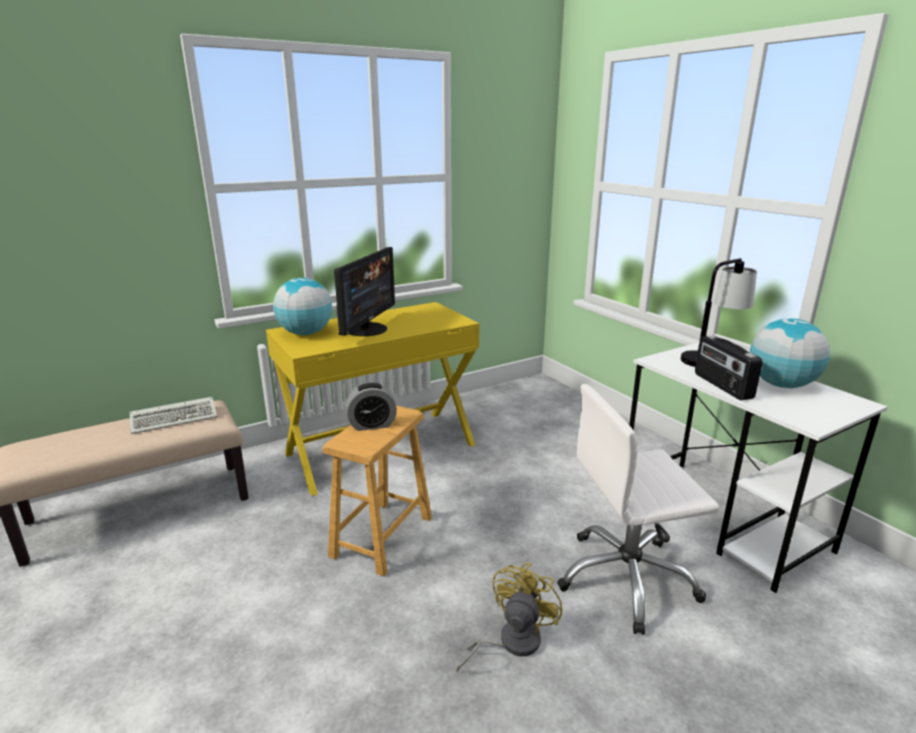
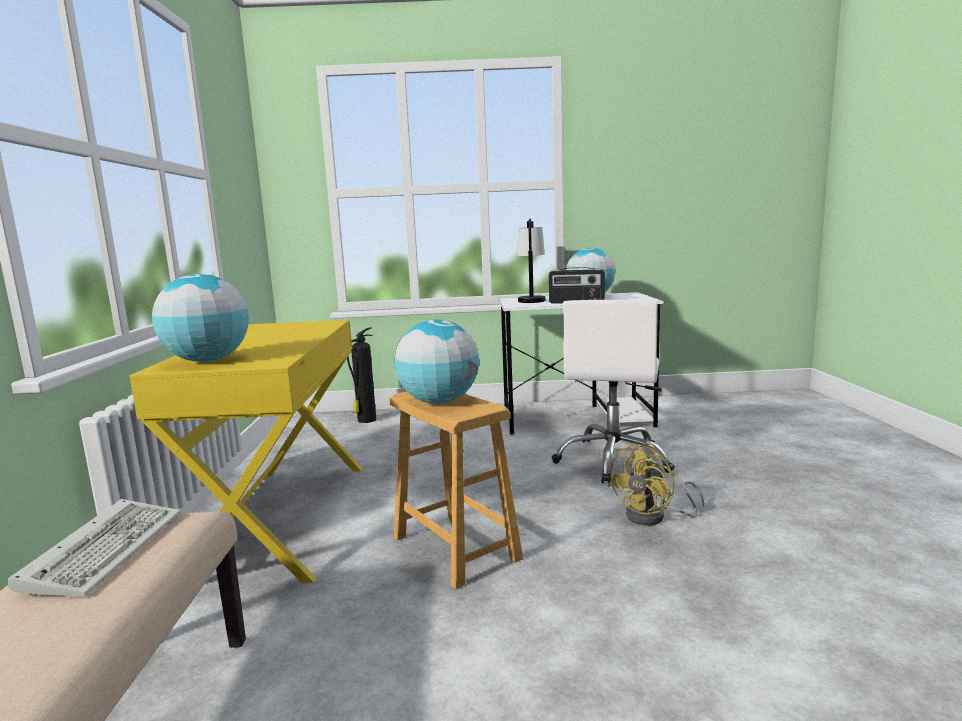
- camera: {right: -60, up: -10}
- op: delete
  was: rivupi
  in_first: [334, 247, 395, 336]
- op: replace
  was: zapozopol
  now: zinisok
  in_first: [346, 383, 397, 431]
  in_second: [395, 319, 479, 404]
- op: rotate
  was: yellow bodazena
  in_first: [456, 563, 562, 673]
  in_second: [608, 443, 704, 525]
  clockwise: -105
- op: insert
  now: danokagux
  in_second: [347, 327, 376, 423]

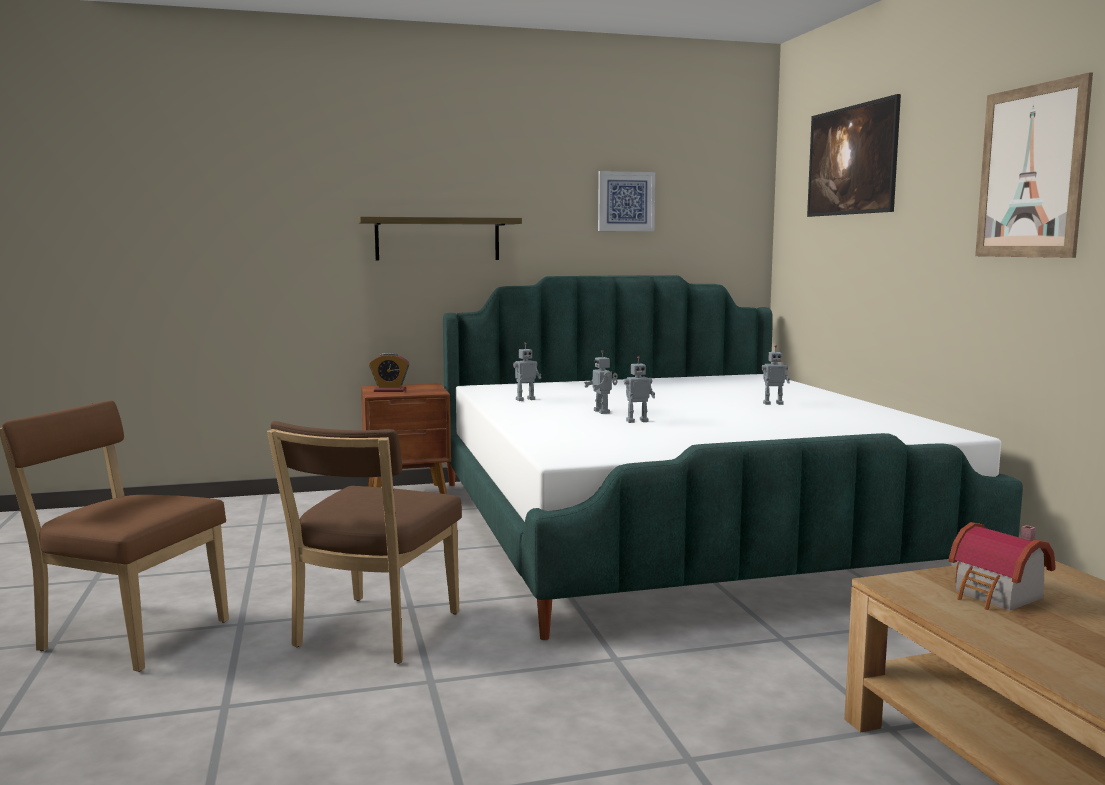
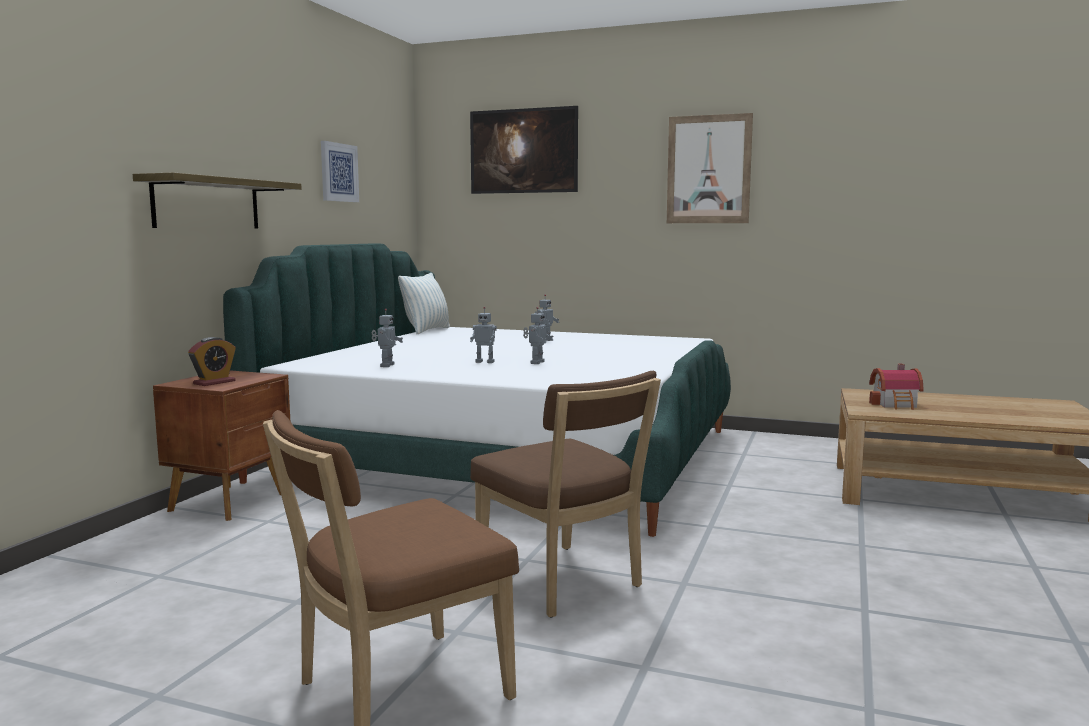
- camera: {right: -55, up: 0}
- op: insert
  now: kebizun
  in_second: [398, 273, 450, 334]

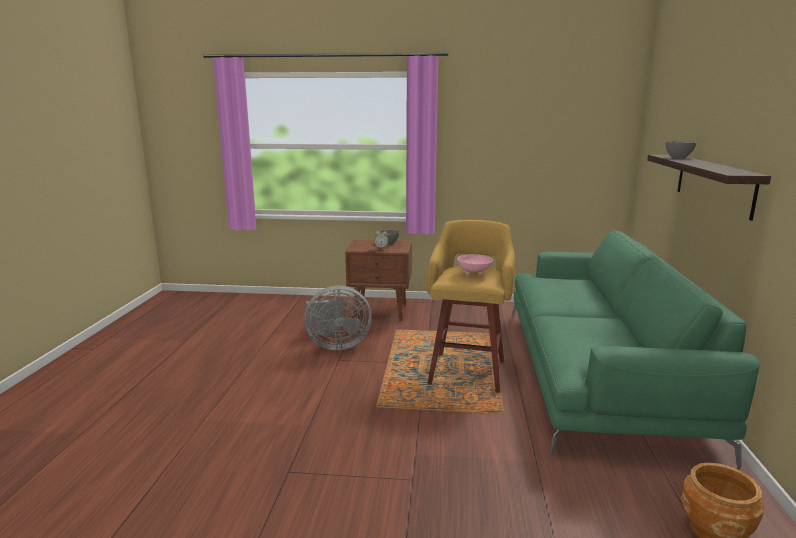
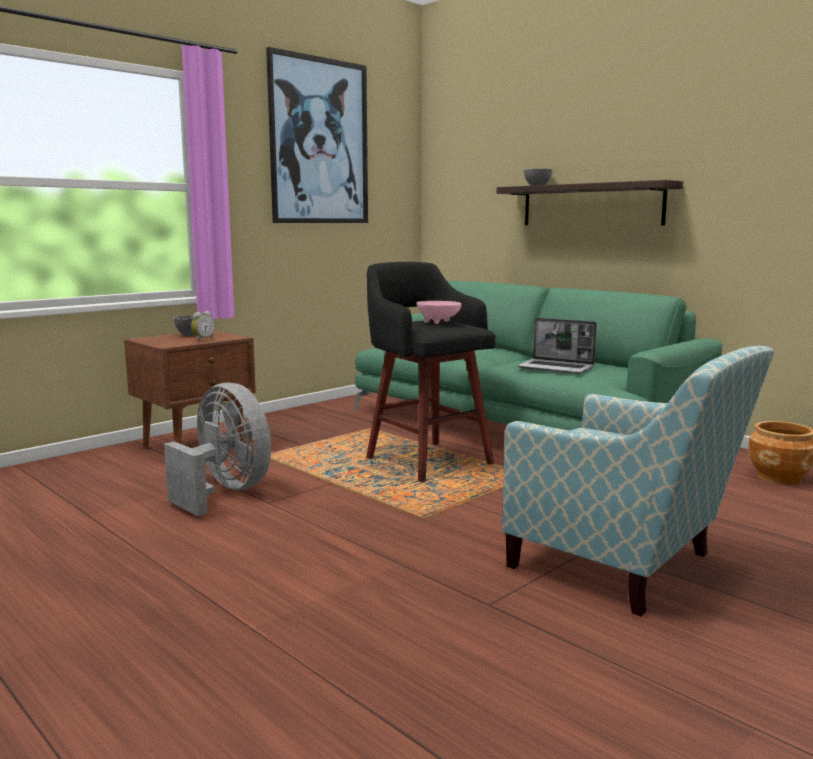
- camera: {right: -50, up: -5}
- op: rotate
  was: grey bodazena
  in_first: [304, 286, 372, 350]
  in_second: [164, 383, 271, 516]
  clockwise: -75
- op: recolor
  was: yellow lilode
  now: black lilode
  in_first: [427, 220, 515, 393]
  in_second: [366, 262, 495, 482]
- op: insert
  now: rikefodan
  in_second: [266, 47, 368, 223]
- op: insert
  now: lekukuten
  in_second: [502, 346, 774, 616]
- op: insert
  now: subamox
  in_second: [517, 318, 597, 374]

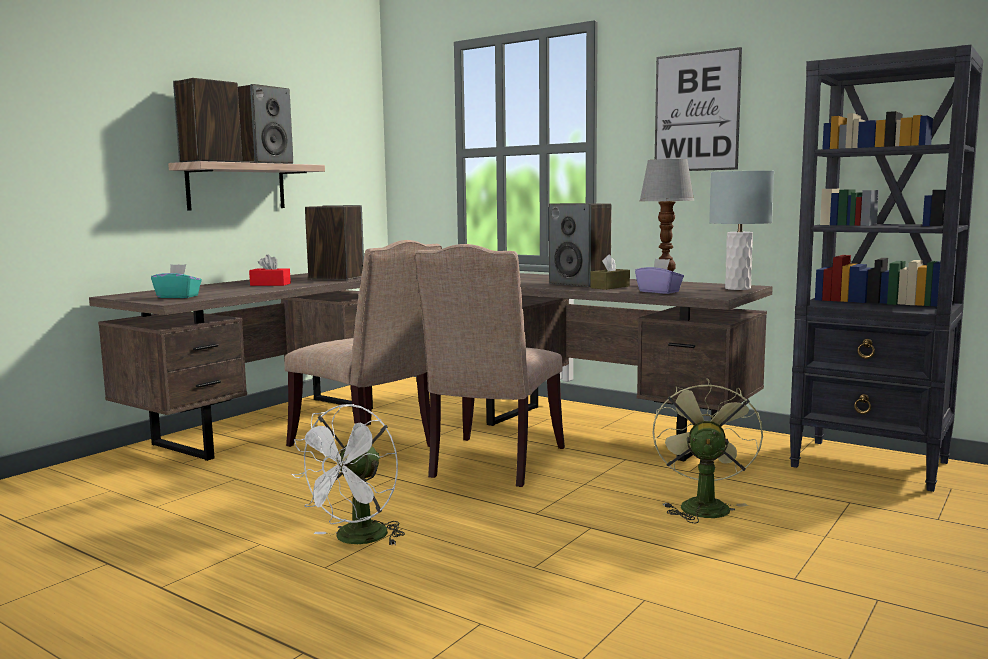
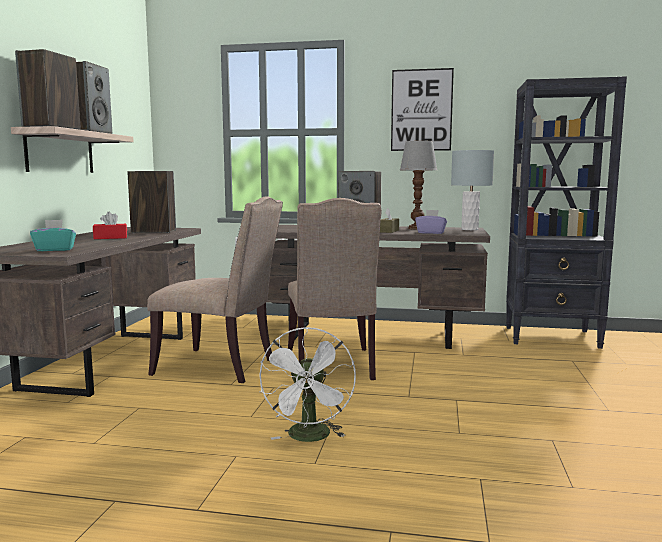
- camera: {right: -25, up: 0}
- op: delete
  was: green bodazena
  in_first: [652, 378, 763, 523]

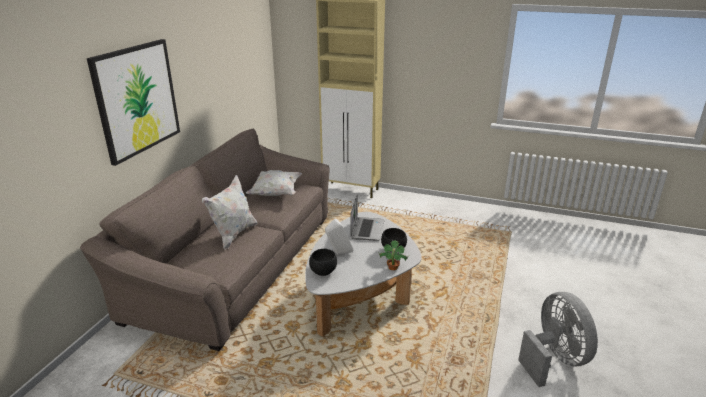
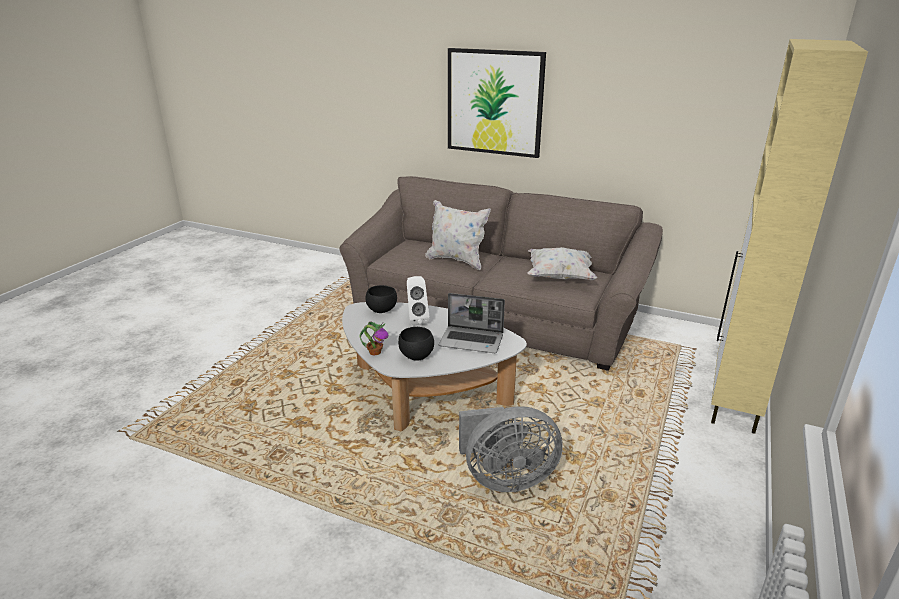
- camera: {right: 95, up: 0}
- op: move
  was: grey bodazena
  in_first: [518, 292, 598, 387]
  in_second: [459, 406, 563, 492]

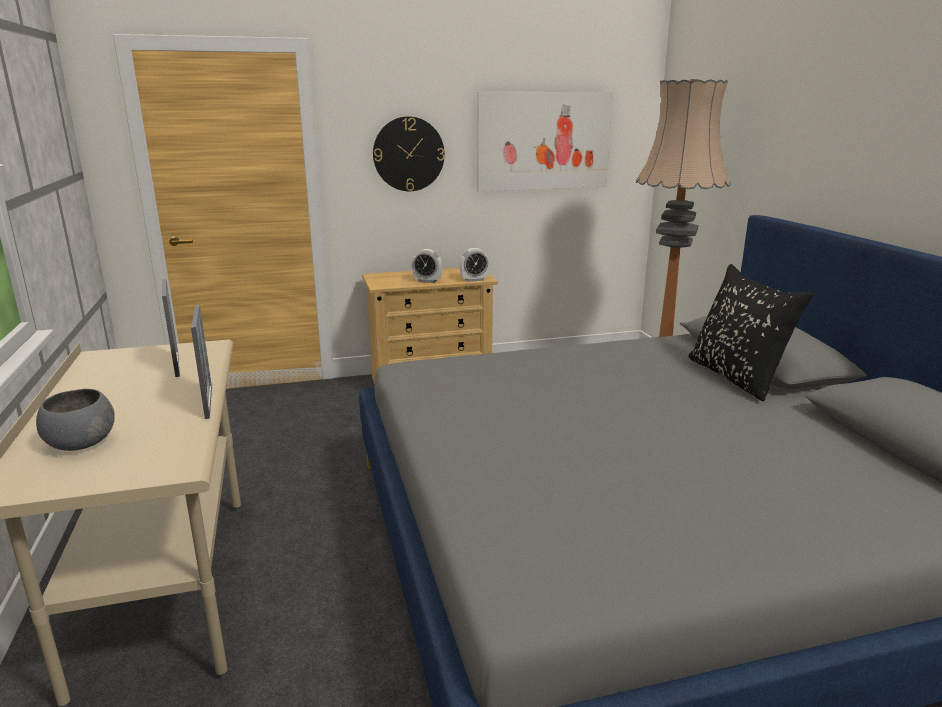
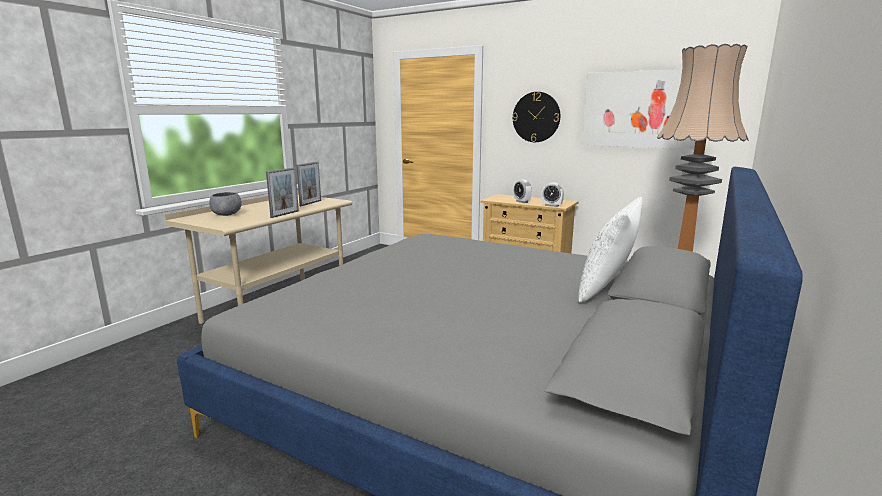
- camera: {right: 45, up: -5}
- op: recolor
  was: black kebizun
  now: white kebizun
  in_first: [688, 264, 814, 401]
  in_second: [578, 197, 643, 303]

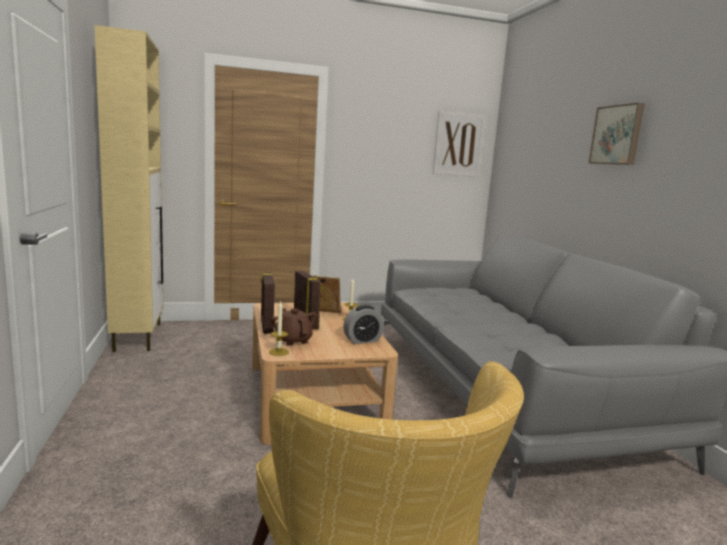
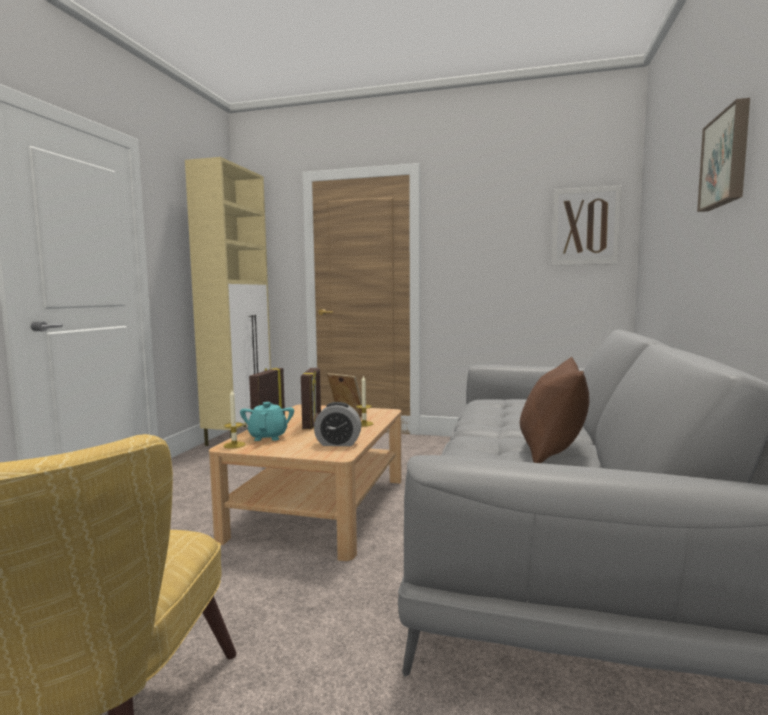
- camera: {right: 30, up: -5}
- op: recolor
  was: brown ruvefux
  now: turquoise ruvefux
  in_first: [271, 308, 317, 346]
  in_second: [240, 402, 294, 441]
- op: insert
  now: brown kebizun
  in_second: [520, 357, 590, 463]

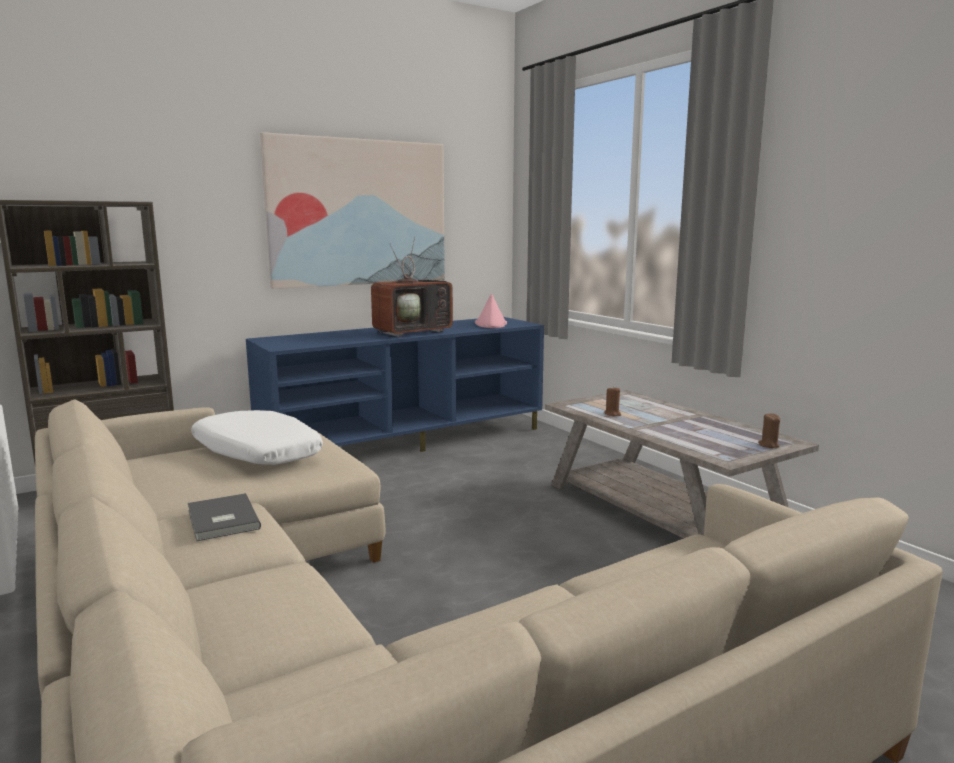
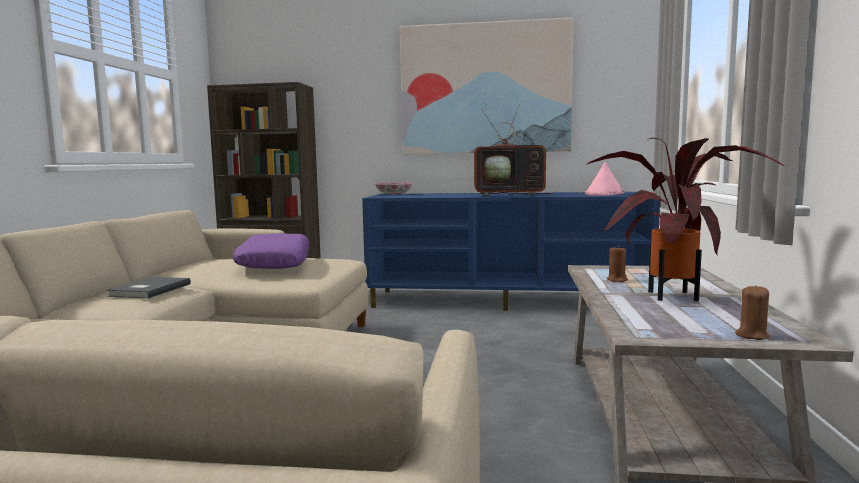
- camera: {right: 40, up: -5}
- op: recolor
  was: white kebizun
  now: purple kebizun
  in_first: [191, 410, 323, 465]
  in_second: [233, 234, 309, 269]
- op: insert
  now: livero
  in_second: [374, 183, 414, 195]
- op: insert
  now: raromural
  in_second: [585, 138, 784, 301]

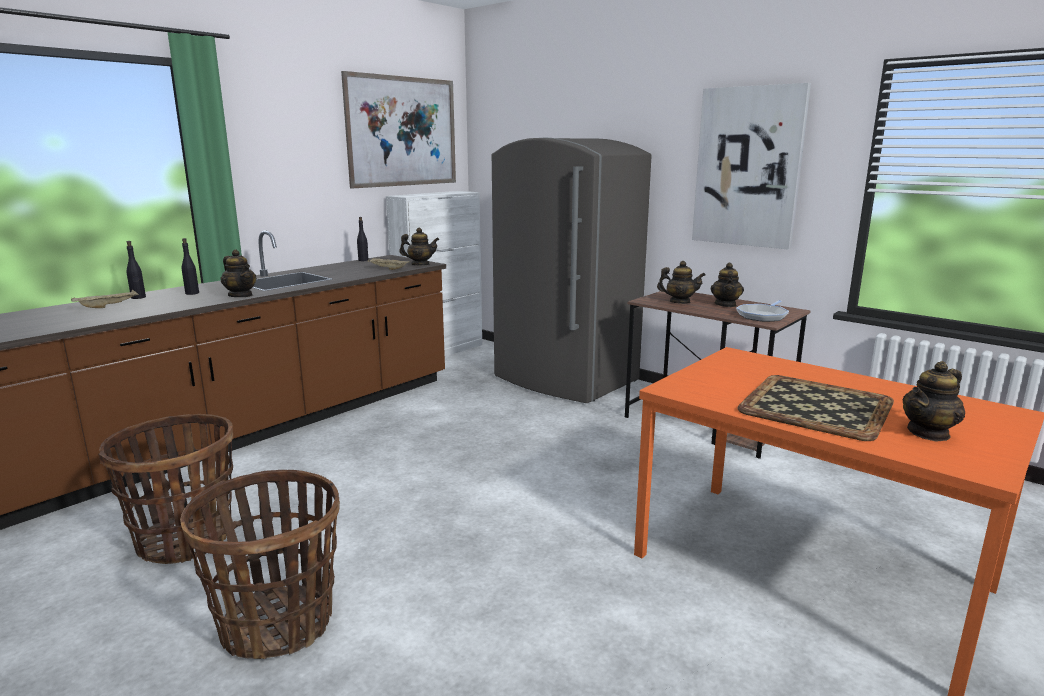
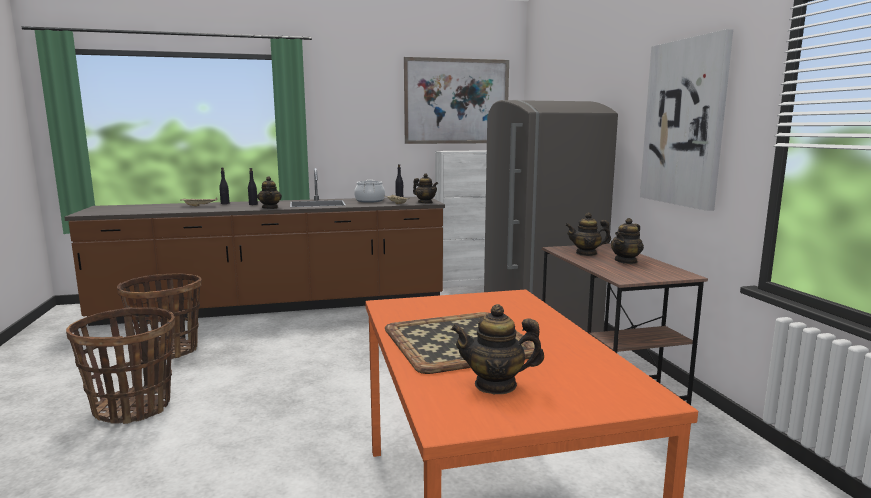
- camera: {right: 35, up: -5}
- op: rotate
  was: ruvefux
  in_first: [657, 261, 705, 304]
  in_second: [565, 213, 611, 256]
  clockwise: 135
- op: delete
  was: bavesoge
  in_first: [736, 300, 789, 322]
- op: insert
  now: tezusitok
  in_second: [354, 180, 385, 203]

